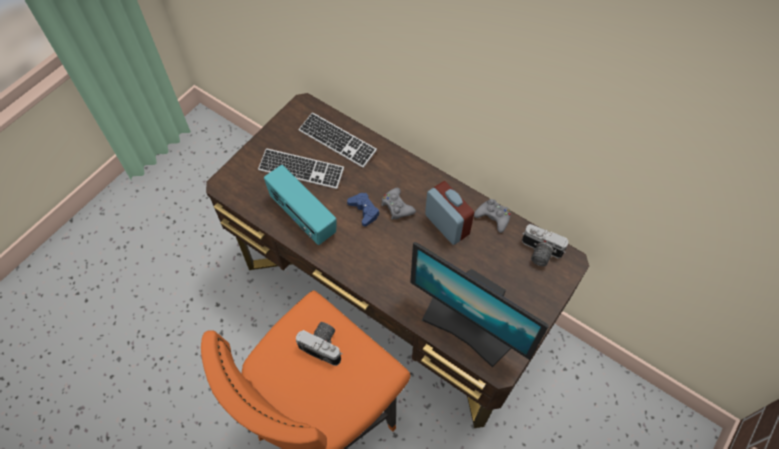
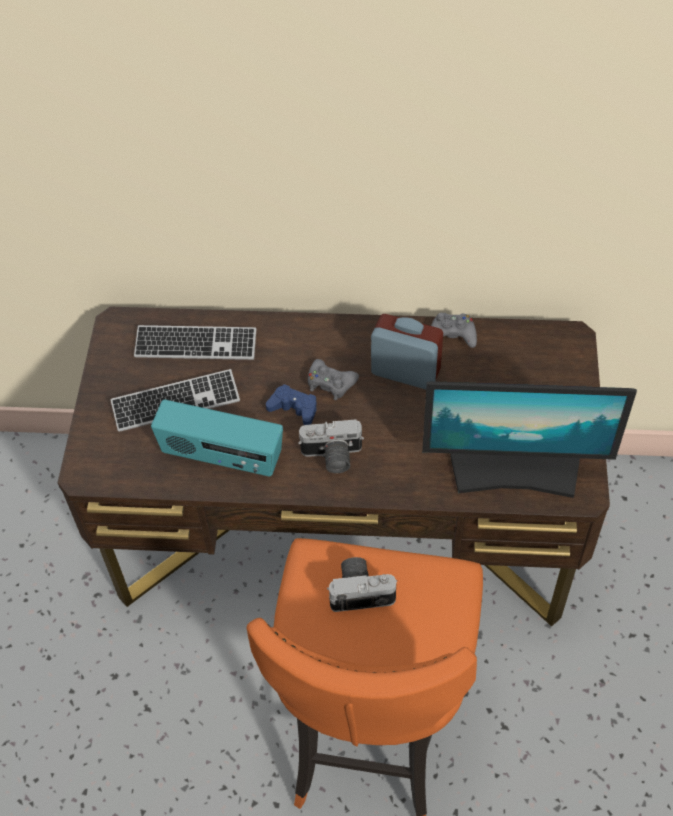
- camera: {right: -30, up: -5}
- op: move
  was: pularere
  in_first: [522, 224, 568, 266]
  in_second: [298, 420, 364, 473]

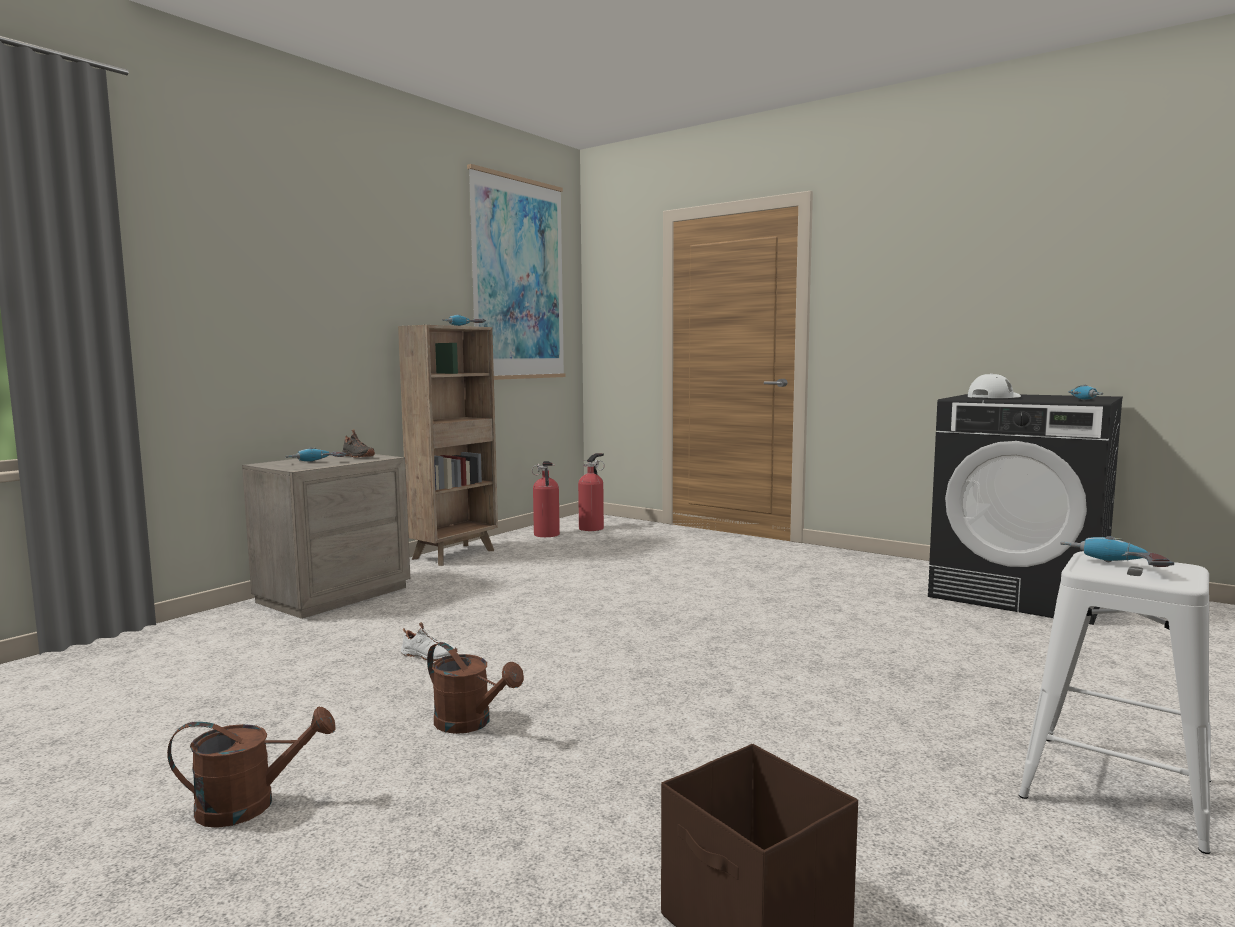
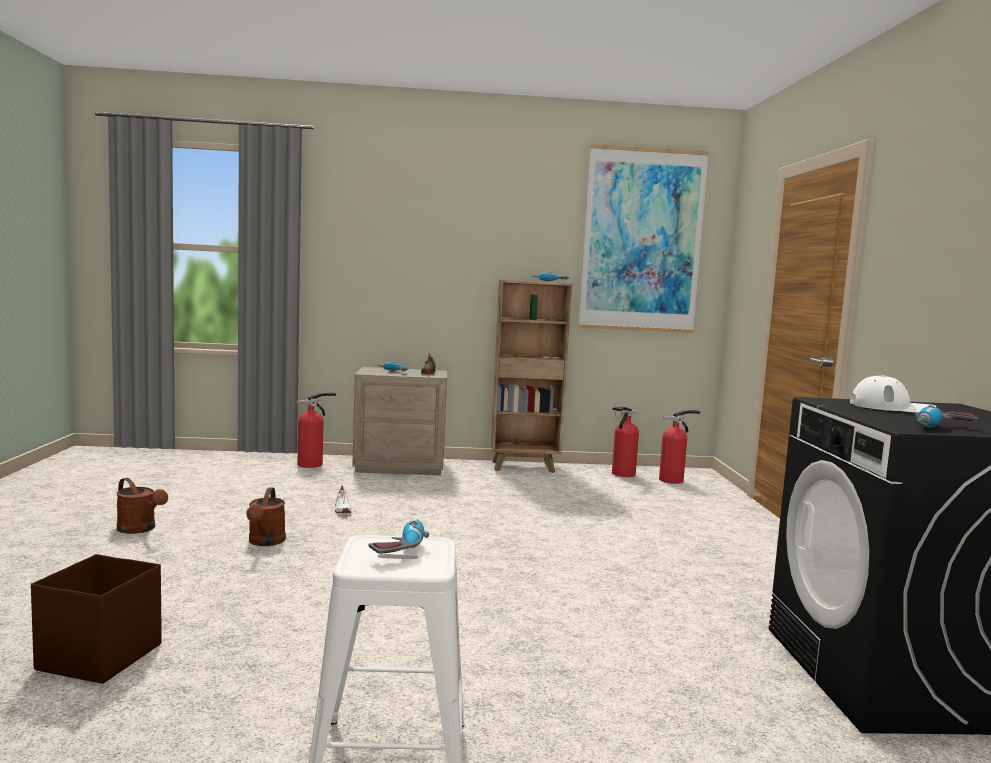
- camera: {right: 50, up: 0}
- op: insert
  now: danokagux
  in_second: [296, 392, 336, 468]

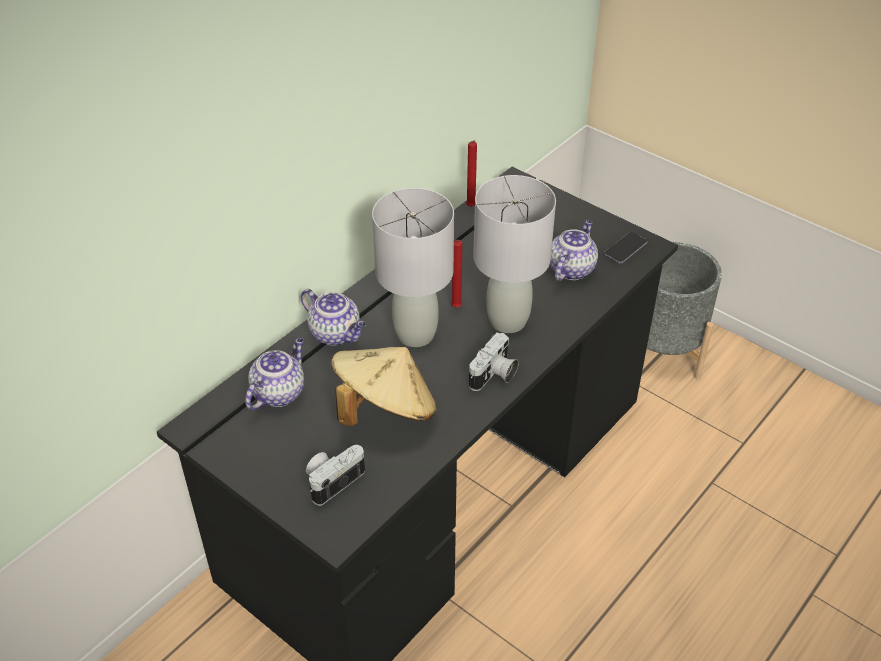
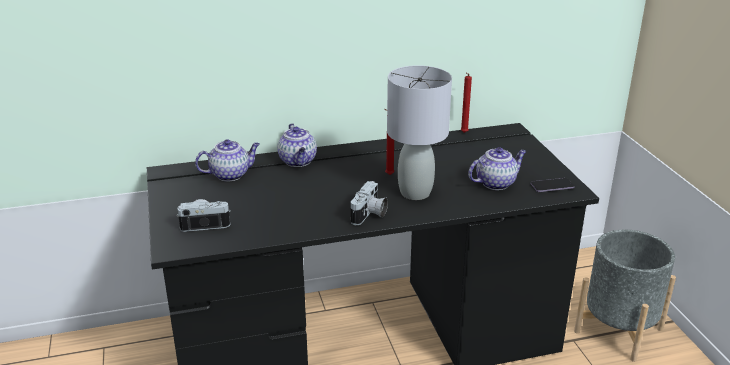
- camera: {right: 35, up: -15}
- op: delete
  was: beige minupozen
  in_first: [331, 347, 437, 426]
- op: delete
  was: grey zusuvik
  in_first: [372, 188, 454, 347]
- op: rotate
  was: pularere
  in_first: [469, 333, 518, 391]
  in_second: [351, 181, 388, 225]
  clockwise: -45

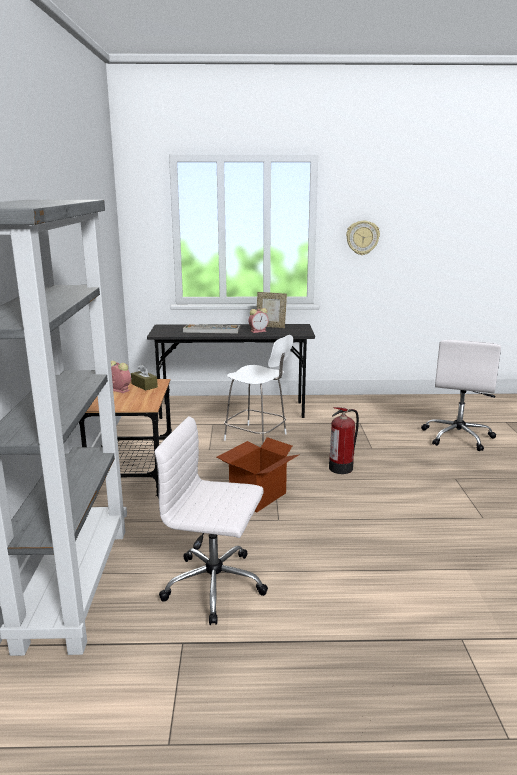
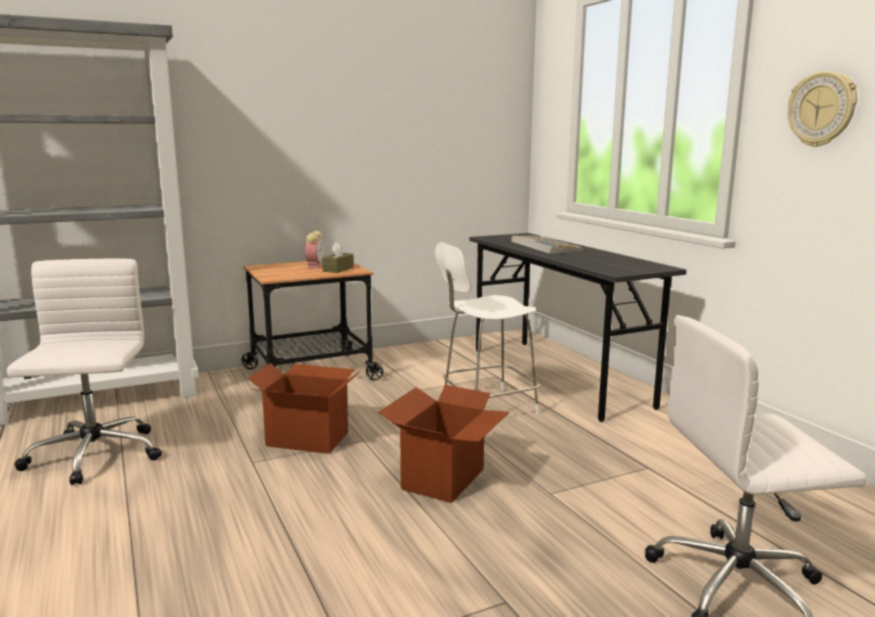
- camera: {right: 65, up: -5}
- op: rotate
  was: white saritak
  in_first: [224, 335, 293, 444]
  in_second: [435, 242, 539, 414]
  clockwise: 60
- op: delete
  was: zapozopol
  in_first: [249, 308, 269, 333]
- op: delete
  was: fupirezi
  in_first: [257, 292, 287, 328]
- op: replace
  was: danokagux
  now: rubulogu
  in_first: [329, 407, 359, 474]
  in_second: [378, 385, 509, 503]

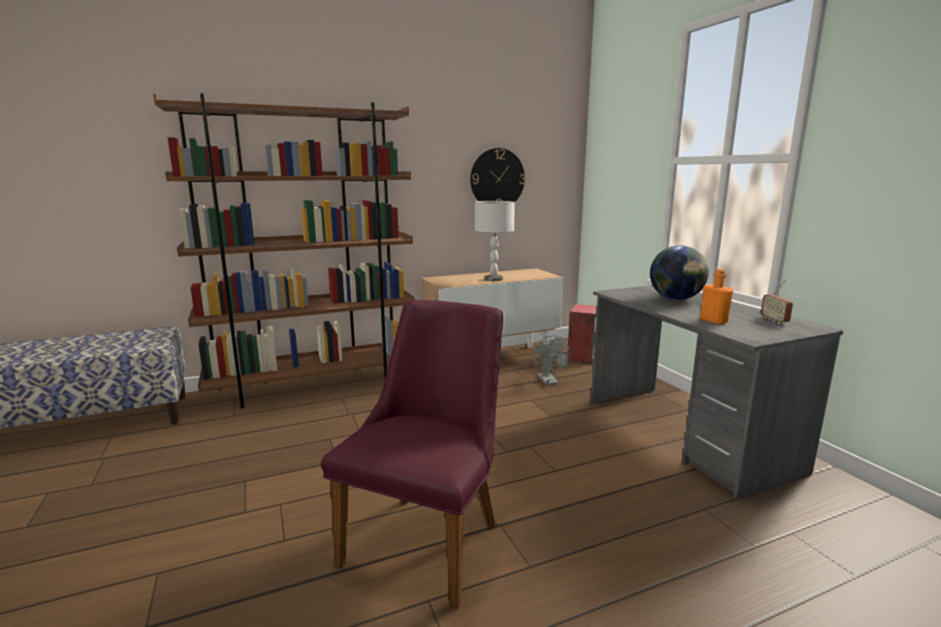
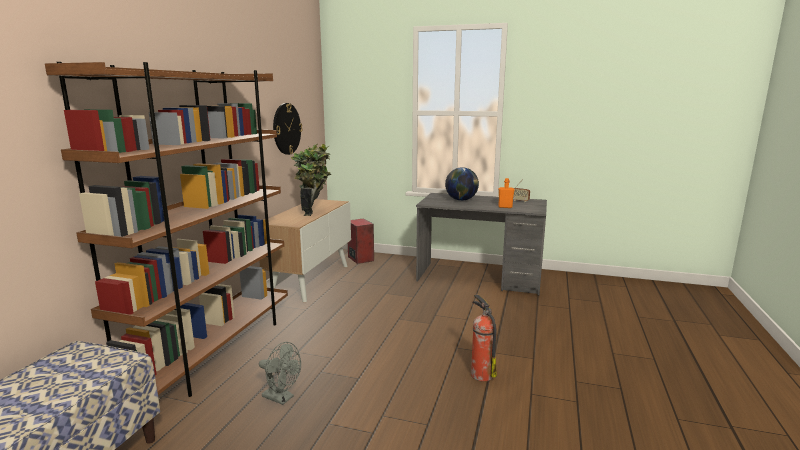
- camera: {right: -50, up: 0}
- op: replace
  was: purple saritak
  now: danokagux
  in_first: [321, 300, 503, 609]
  in_second: [471, 294, 497, 382]
- op: replace
  was: grey zusuvik
  now: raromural
  in_first: [475, 201, 515, 281]
  in_second: [291, 144, 332, 216]
- op: move
  was: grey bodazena
  in_first: [533, 335, 571, 385]
  in_second: [259, 342, 301, 405]

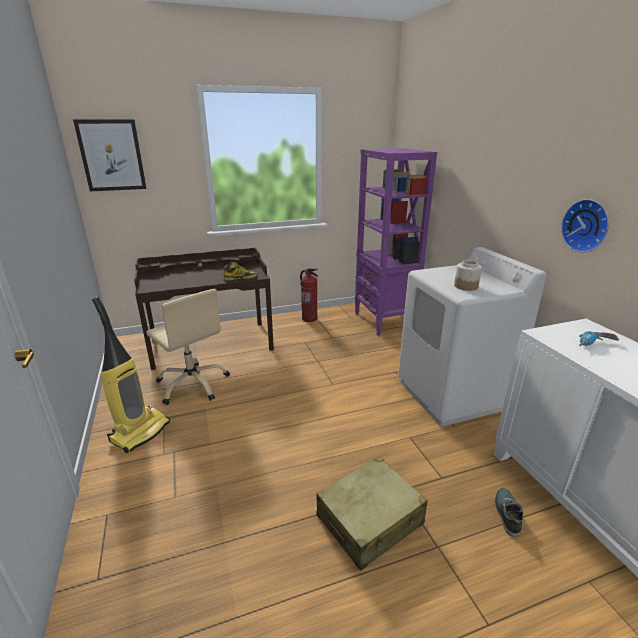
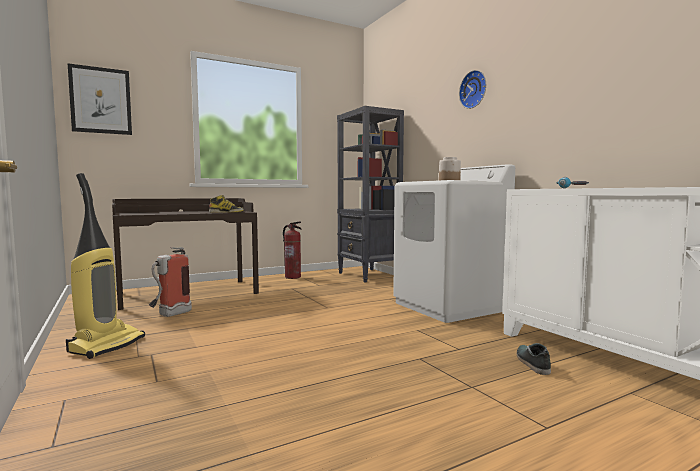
- camera: {right: -10, up: -20}
- op: replace
  was: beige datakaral
  now: danokagux
  in_first: [146, 289, 230, 405]
  in_second: [149, 247, 192, 317]
- op: delete
  was: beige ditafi
  in_first: [316, 456, 428, 571]
- op: recolor
  was: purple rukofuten
  now: black rukofuten
  in_first: [355, 148, 437, 336]
  in_second: [337, 106, 404, 283]
- op: move
  was: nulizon
  in_first: [561, 199, 609, 253]
  in_second: [459, 70, 486, 109]

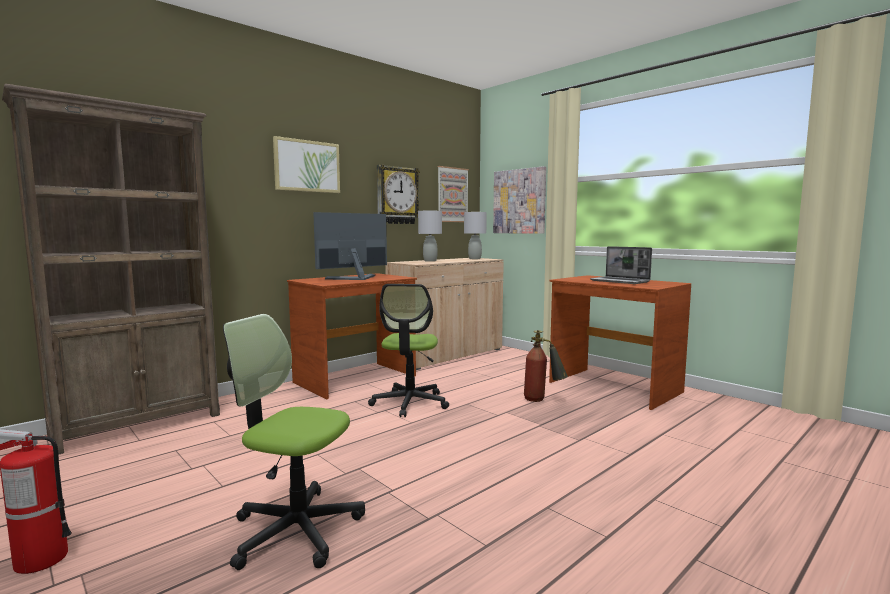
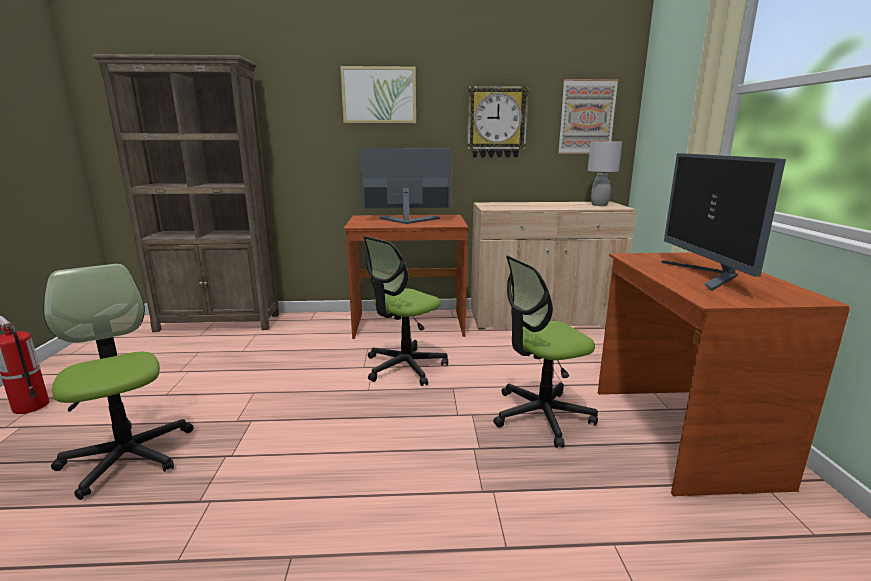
- camera: {right: 40, up: 10}
- op: delete
  was: grey zusuvik
  in_first: [418, 211, 442, 262]
- op: delete
  was: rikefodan
  in_first: [493, 166, 546, 234]
- op: replace
  was: danokagux
  now: datakaral
  in_first: [524, 330, 568, 402]
  in_second: [493, 255, 598, 448]
- op: replace
  was: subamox
  now: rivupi
  in_first: [590, 246, 652, 284]
  in_second: [661, 153, 786, 291]

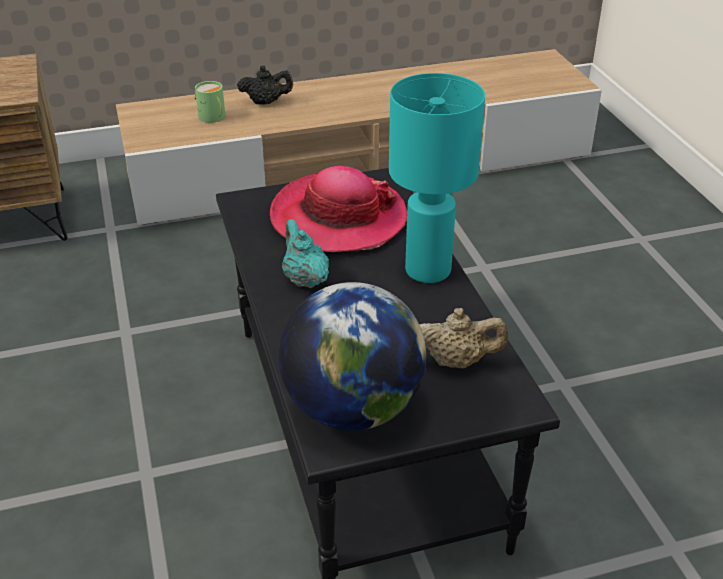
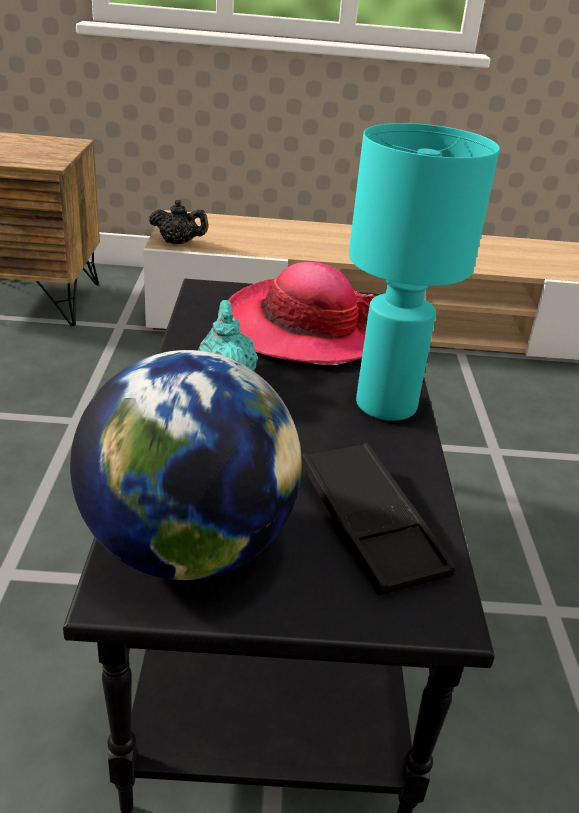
- camera: {right: 15, up: -5}
- op: delete
  was: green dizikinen
  in_first: [195, 81, 225, 123]
- op: move
  was: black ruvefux
  in_first: [237, 66, 293, 105]
  in_second: [149, 200, 209, 245]
- op: replace
  was: beige ruvefux
  now: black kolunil
  in_first: [419, 308, 508, 368]
  in_second: [302, 443, 455, 596]

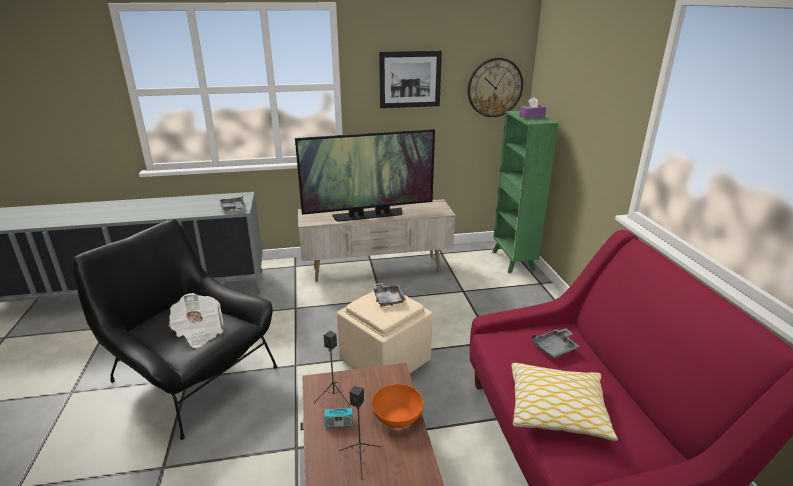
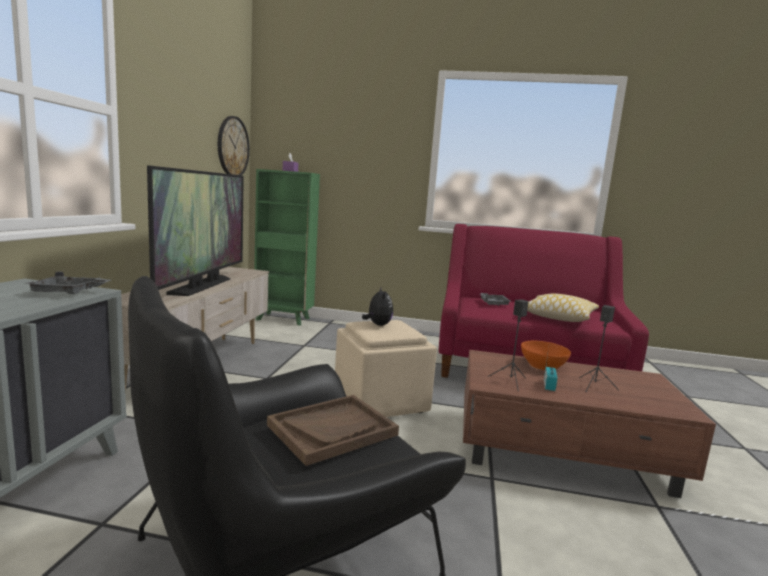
- camera: {right: -70, up: -15}
- op: replace
  was: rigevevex
  now: brown kolunil
  in_first: [169, 293, 223, 348]
  in_second: [267, 395, 399, 466]
- op: replace
  was: grey kolunil
  now: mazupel
  in_first: [373, 283, 406, 307]
  in_second: [362, 286, 393, 326]
- op: delete
  was: rikefodan
  in_first: [379, 51, 442, 108]

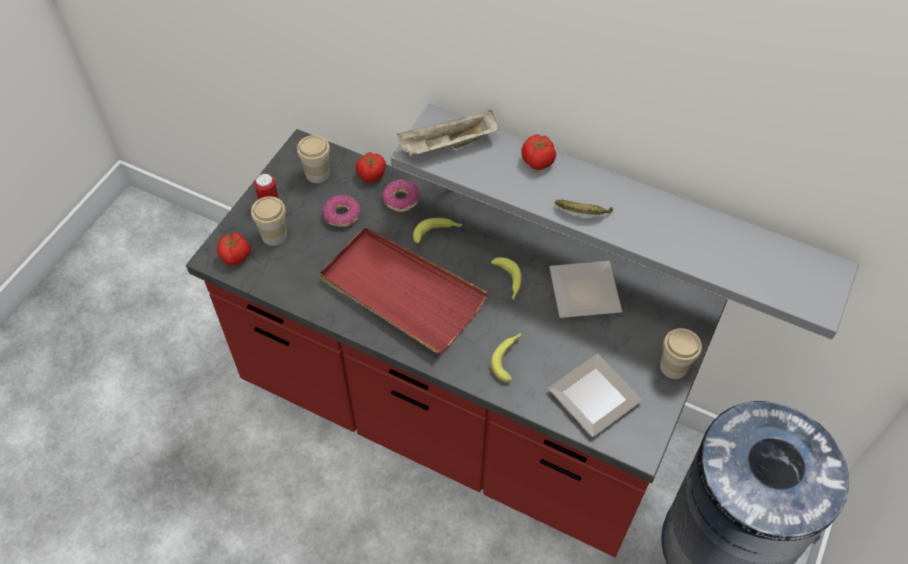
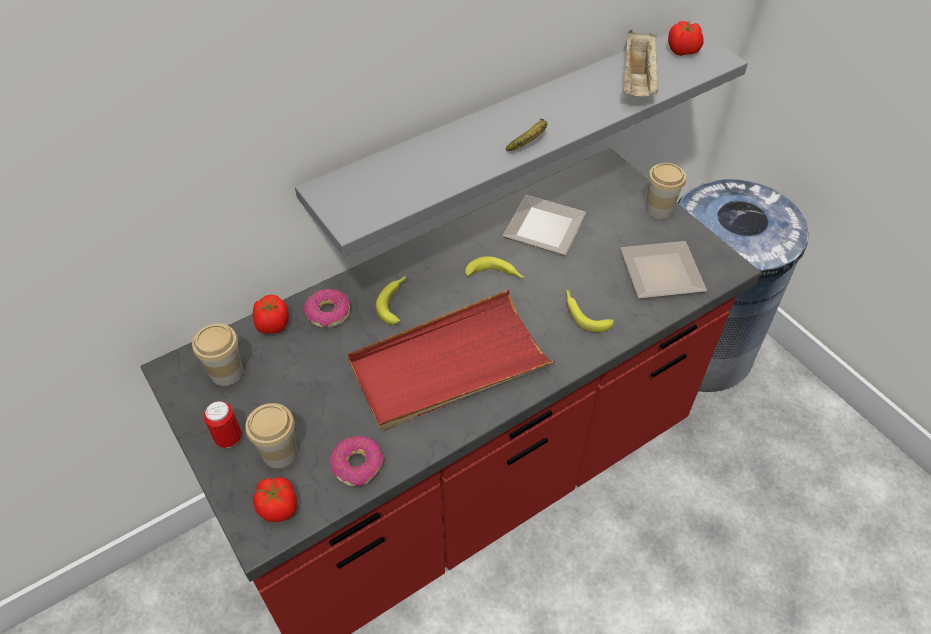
- camera: {right: -60, up: -5}
- op: move
  was: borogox
  in_first: [323, 195, 360, 227]
  in_second: [330, 436, 385, 487]
- op: move
  was: beige kolunil
  in_first: [397, 110, 499, 156]
  in_second: [623, 30, 659, 96]
- op: move
  was: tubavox
  in_first: [521, 134, 556, 170]
  in_second: [668, 20, 704, 56]

